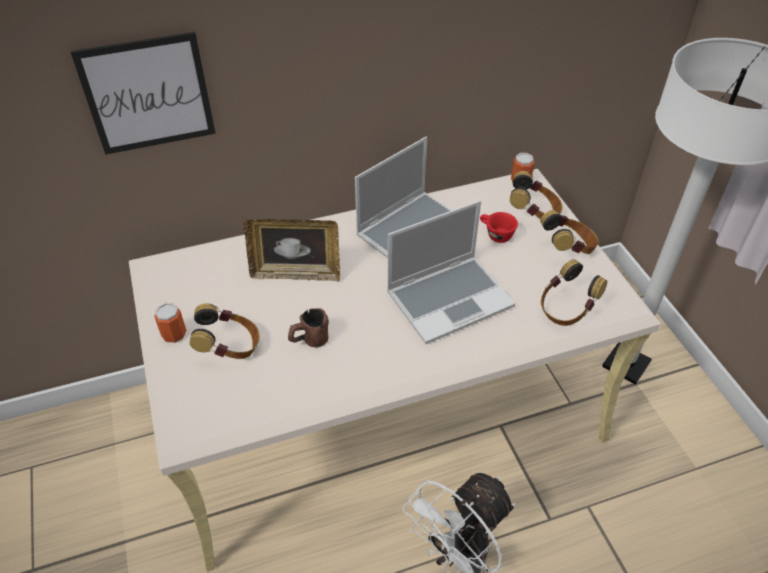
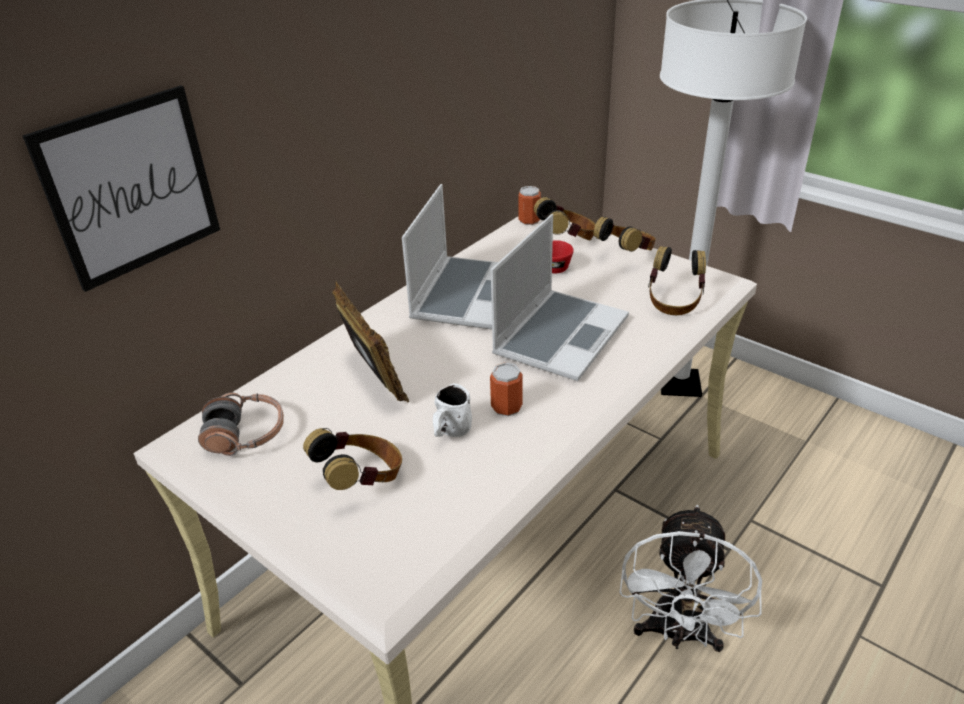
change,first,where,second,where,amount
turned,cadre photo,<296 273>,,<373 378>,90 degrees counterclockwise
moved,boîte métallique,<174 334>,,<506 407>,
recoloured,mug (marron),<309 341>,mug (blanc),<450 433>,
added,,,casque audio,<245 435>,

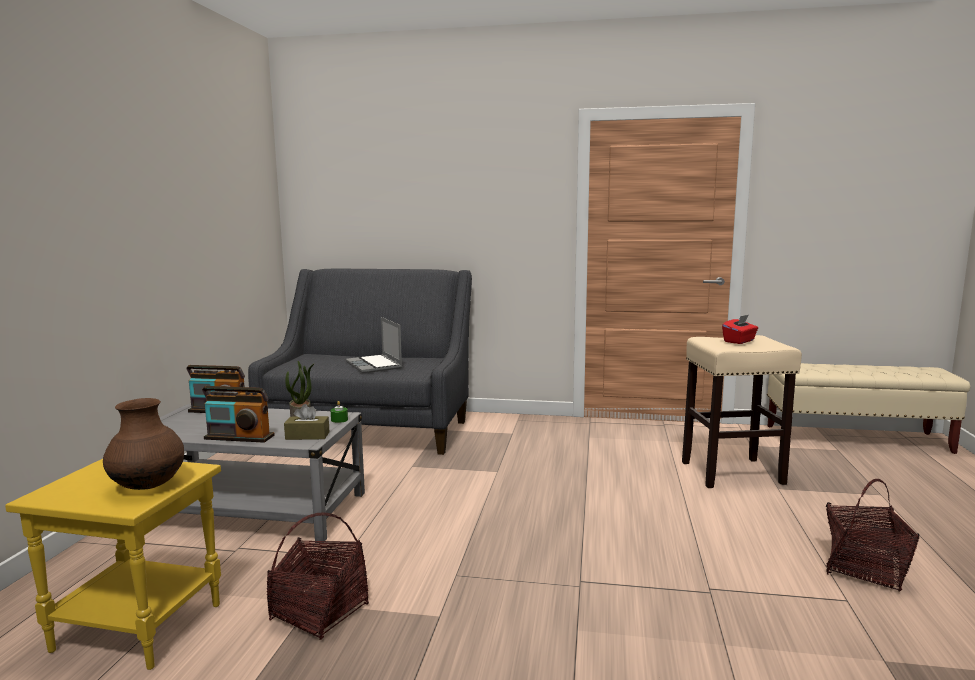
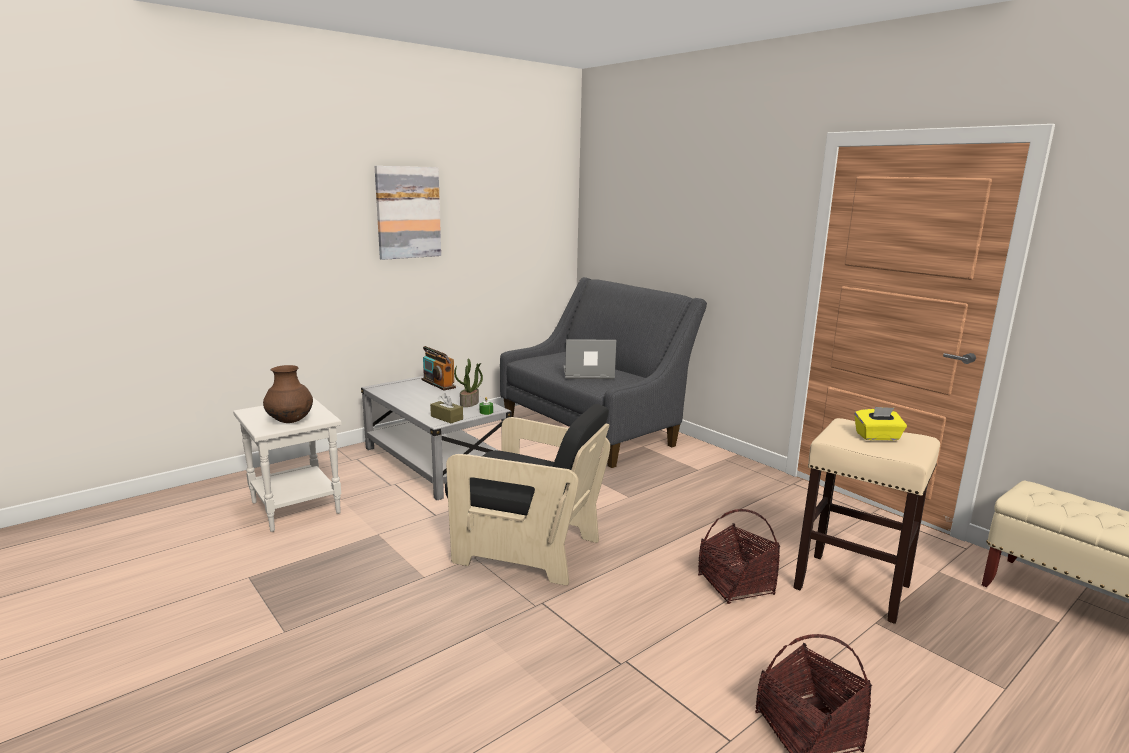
change,first,where,second,where,amount
recoloured,boîte à mouchoirs (rouge),<739 341>,boîte à mouchoirs (jaune),<877 437>,
turned,ordinateur portable,<375 365>,,<587 374>,75 degrees clockwise
removed,radio,<239 437>,,,
recoloured,table d'appoint (jaune),<135 628>,table d'appoint (blanc),<294 507>,
moved,panier,<320 612>,,<736 585>,
added,,,tableau,<408 212>,
added,,,fauteuil (noir),<527 549>,

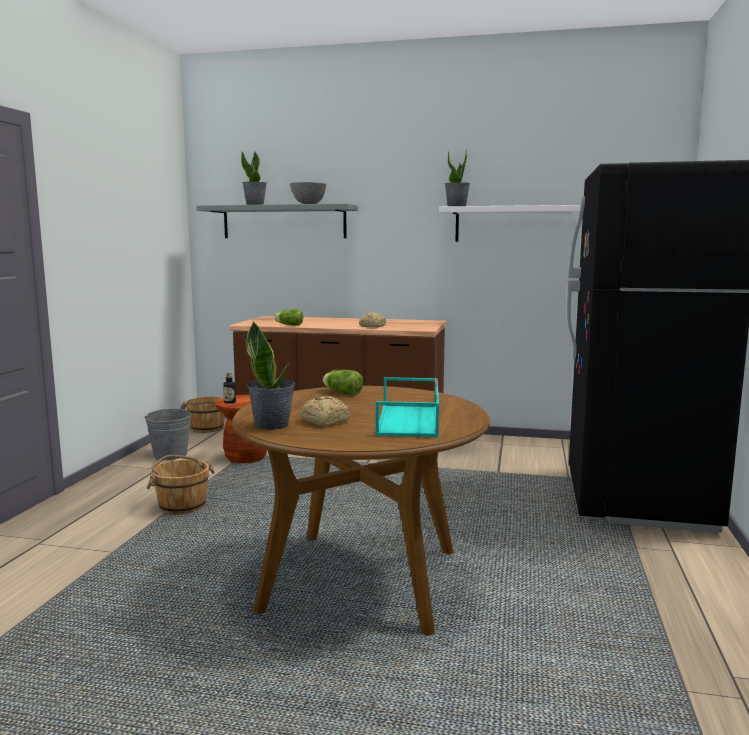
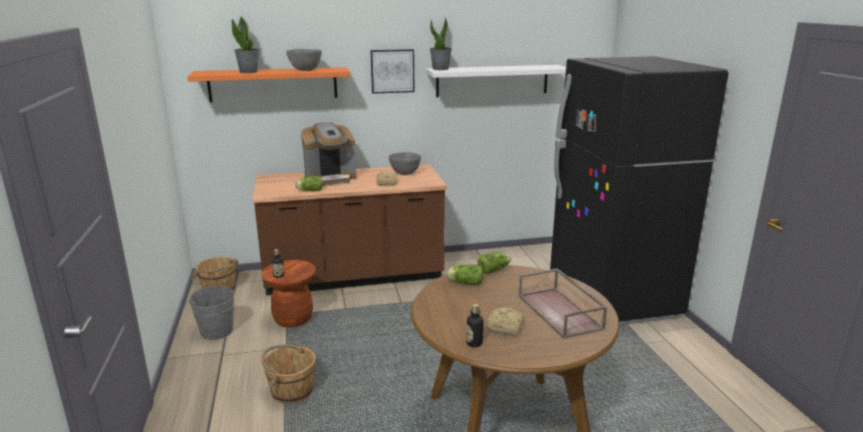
change,first,where,second,where,amount
recoloured,étagère (gris),<284 222>,étagère (orange),<273 84>,
replaced,plante en pot,<272 425>,bouteille,<474 343>,
recoloured,plateau (turquoise),<410 420>,plateau (marron),<560 312>,
added,,,tableau,<392 71>,
added,,,machine à café,<330 178>,
added,,,bol (gris),<405 173>,
added,,,laitue,<494 270>,

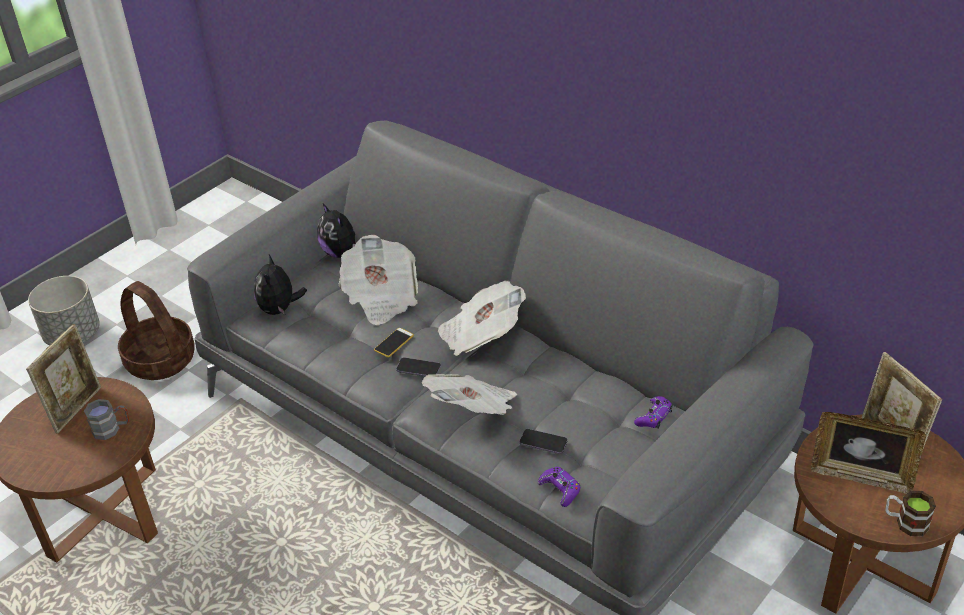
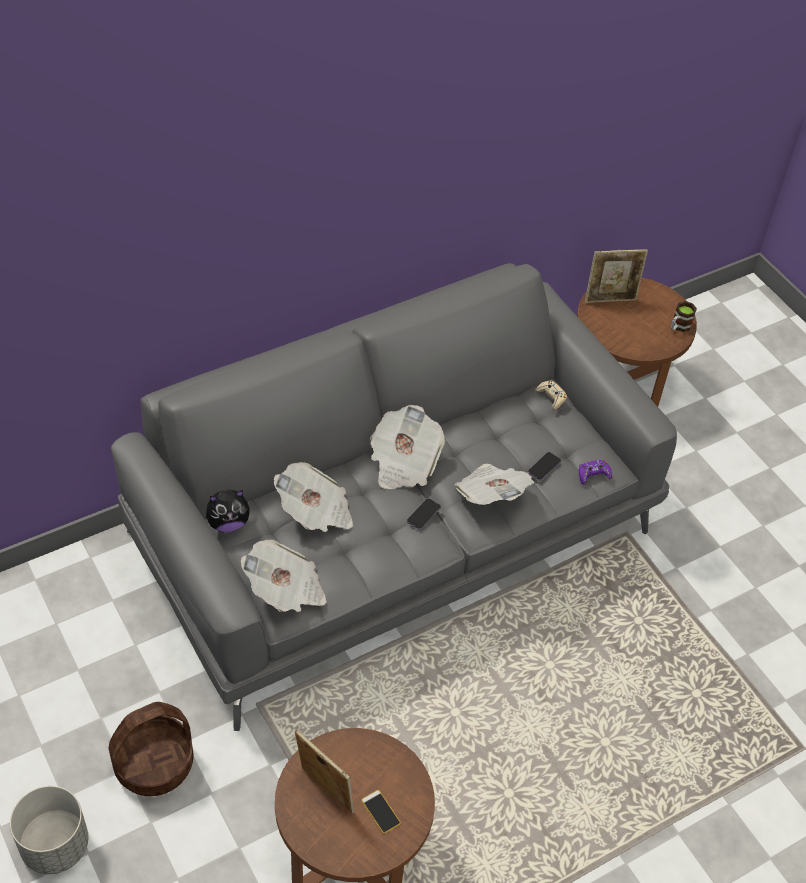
change,first,where,second,where,amount
replaced,peluche,<280 309>,journal,<286 590>,
moved,téléphone,<394 343>,,<380 812>,
recoloured,manette (violet),<653 417>,manette (beige),<551 397>,
removed,mug (gris),<112 429>,,,
removed,cadre photo,<861 476>,,,

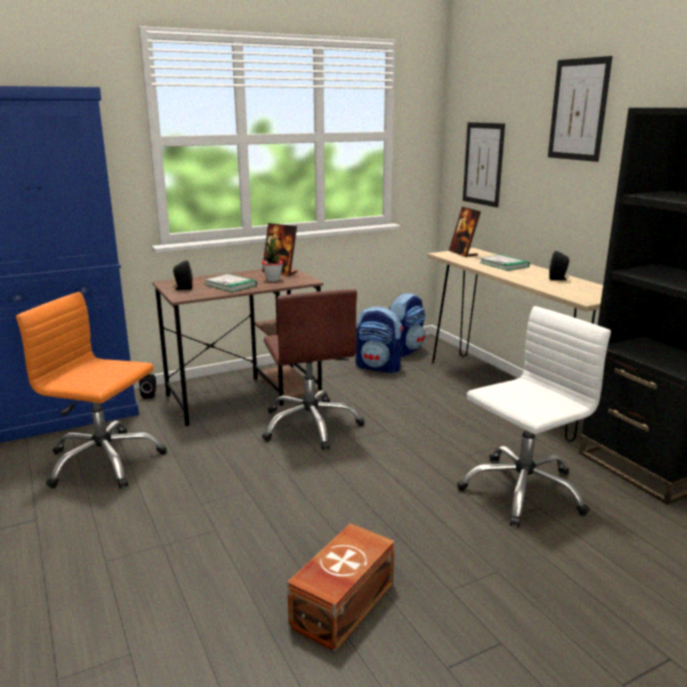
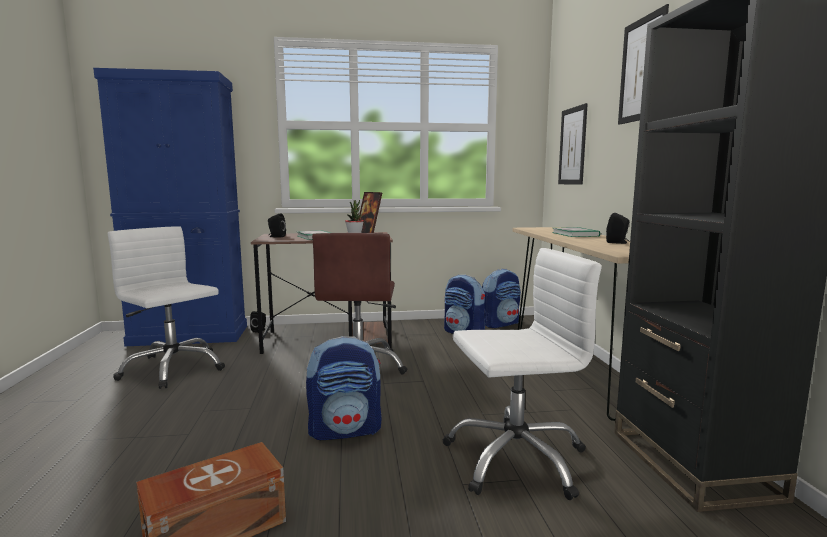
change,first,where,second,where,amount
removed,cadre photo,<463 253>,,,
recoloured,chaise de bureau (orange),<104 462>,chaise de bureau (blanc),<172 369>,
added,,,sac à dos,<346 430>,

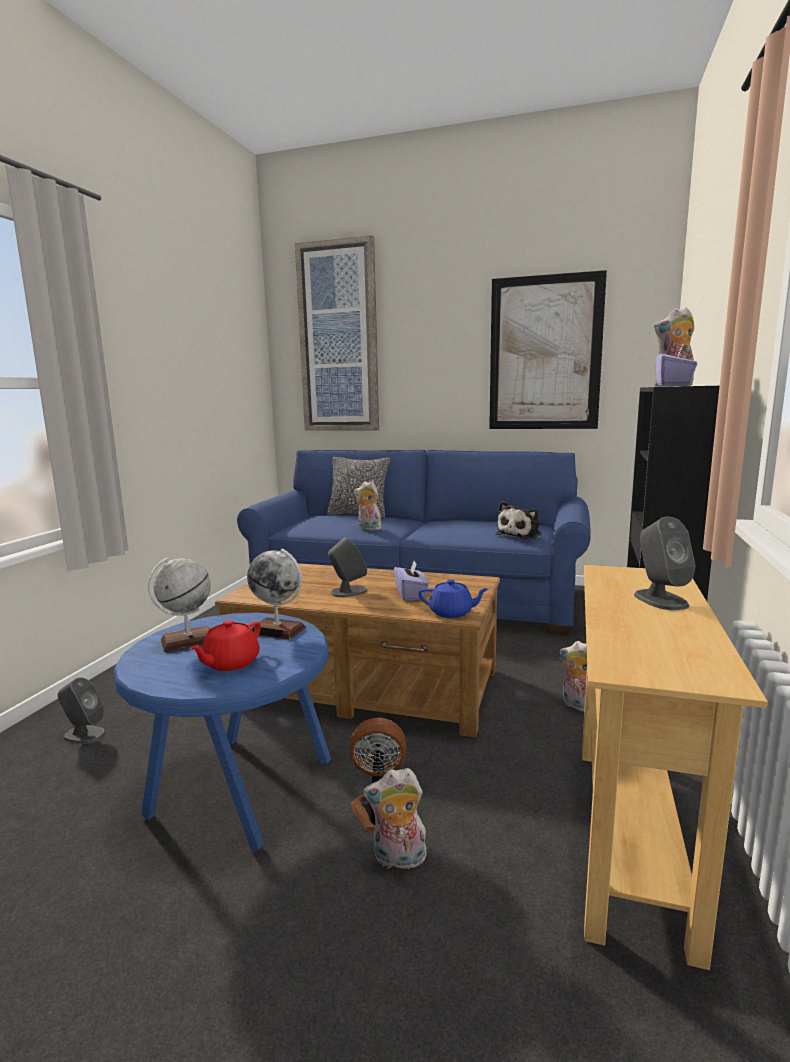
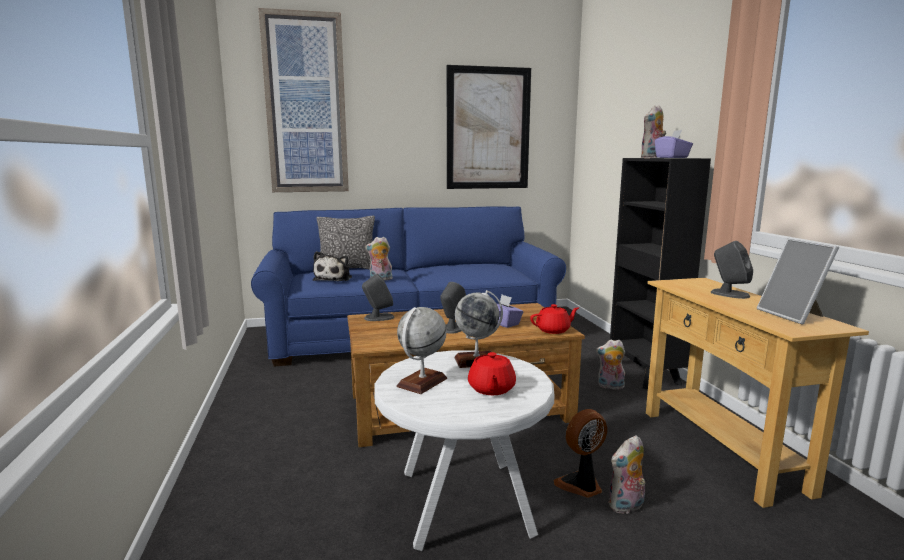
change,first,where,second,where,amount
moved,peluche,<521 535>,,<334 278>,
recoloured,théière (bleu),<452 613>,théière (rouge),<553 330>,
recoloured,table d'appoint (bleu),<238 790>,table d'appoint (blanc),<463 505>,
moved,enceinte (gris),<84 735>,,<378 317>,
added,,,cadre photo,<793 315>,

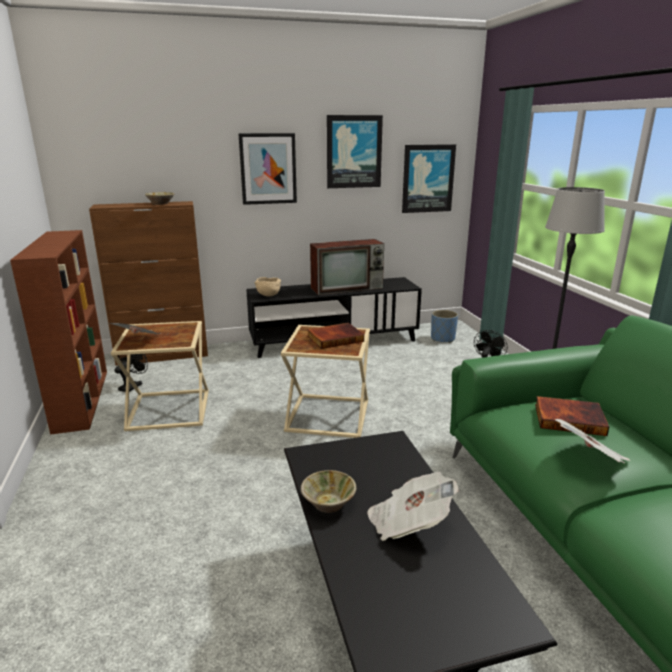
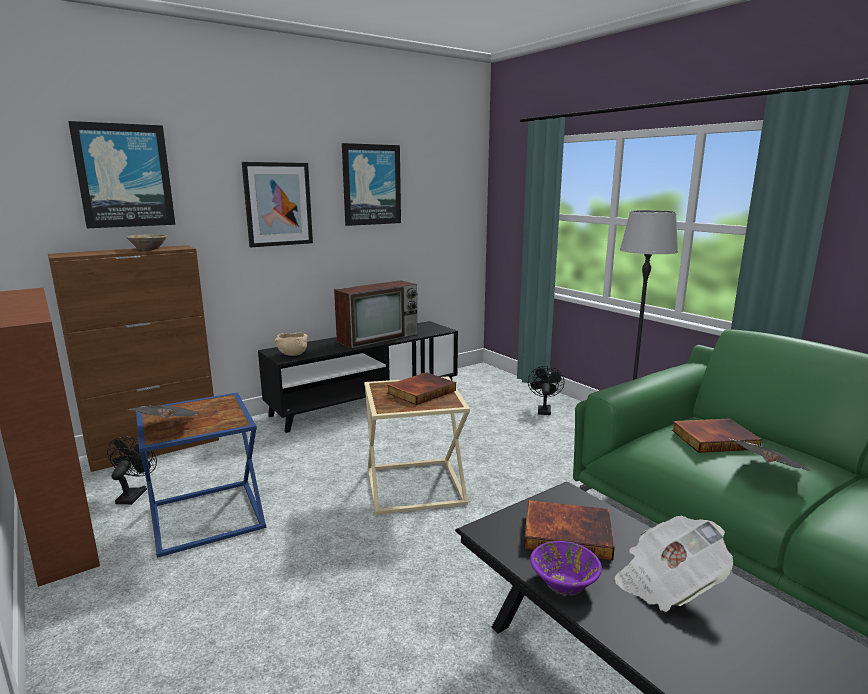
change,first,where,second,where,amount
moved,tableau,<427 178>,,<124 176>,
removed,cache-pot (bleu),<443 339>,,,
recoloured,table d'appoint (beige),<167 411>,table d'appoint (bleu),<205 518>,
recoloured,bol (beige),<328 502>,bol (violet),<564 582>,
added,,,livre,<568 533>,

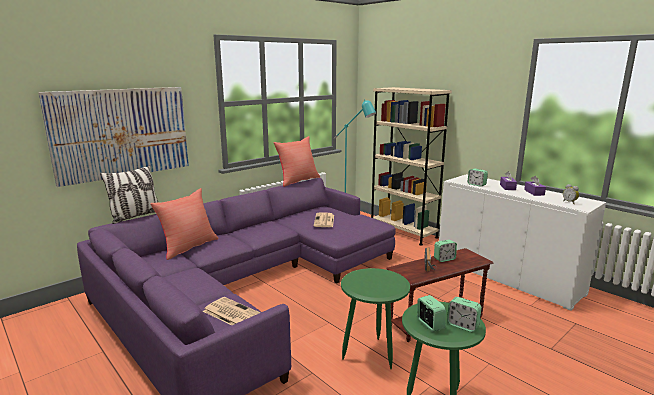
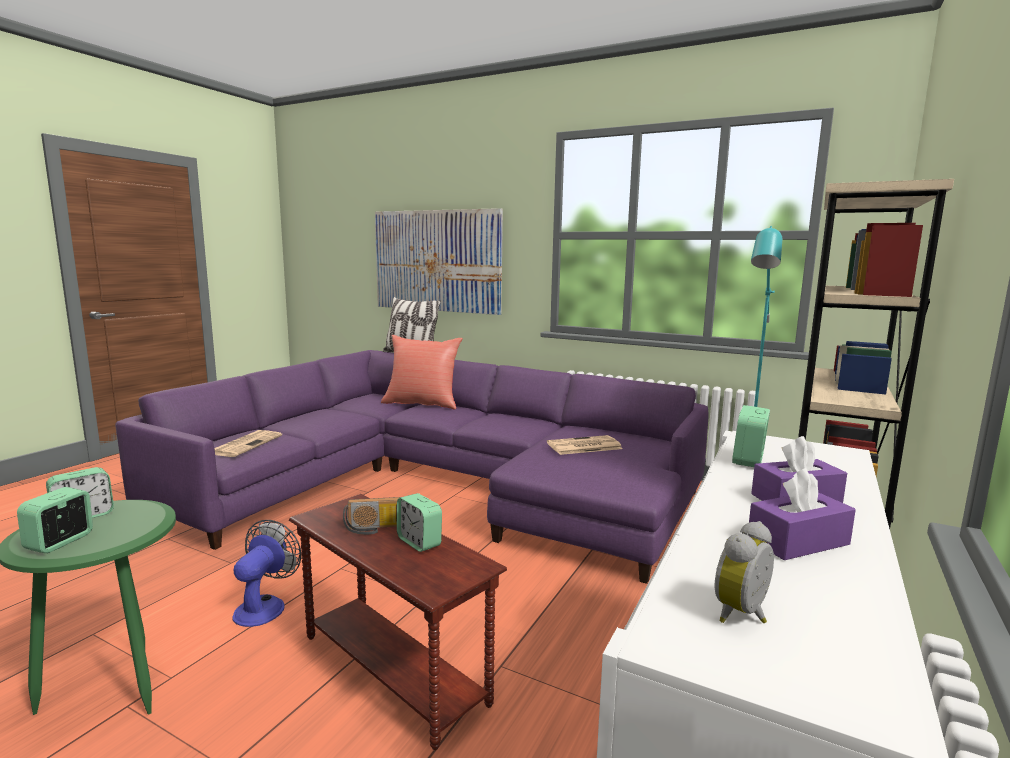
change,first,where,second,where,amount
removed,coussin (rouge),<297 180>,,,
replaced,table d'appoint (vert),<372 357>,ventilateur,<265 606>,

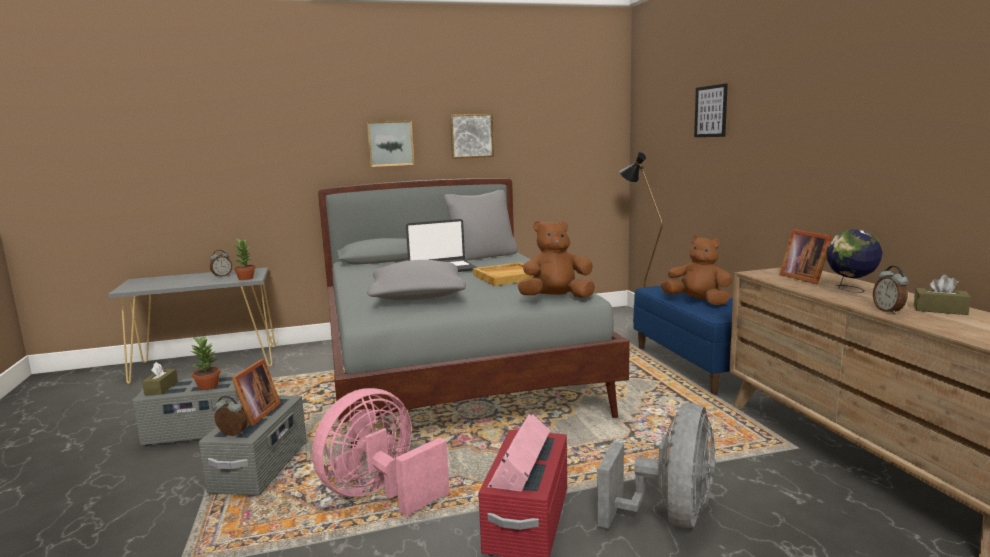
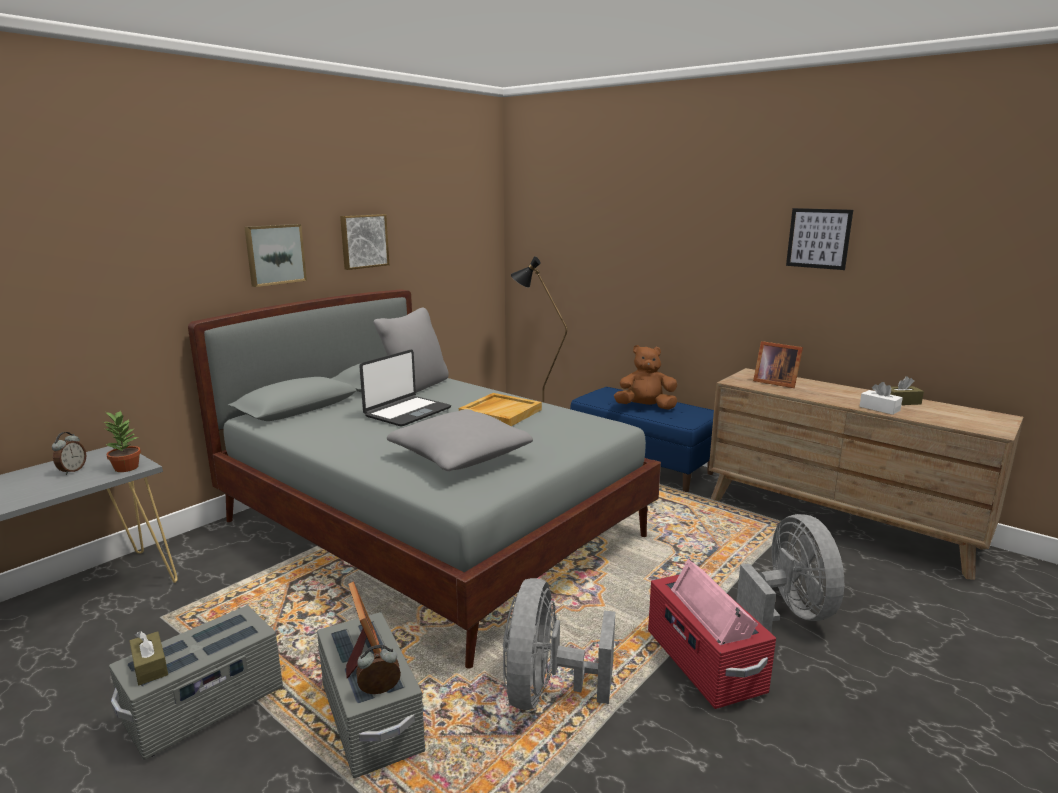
change,first,where,second,where,amount
moved,tableau,<711 111>,,<818 238>,
removed,peluche (marron),<556 299>,,,
removed,globe,<850 290>,,,
replaced,réveil,<889 311>,boîte à mouchoirs (blanc),<879 408>,
removed,plante en pot,<208 386>,,,
recoloured,ventilateur (rose),<380 494>,ventilateur (gris),<547 691>,

